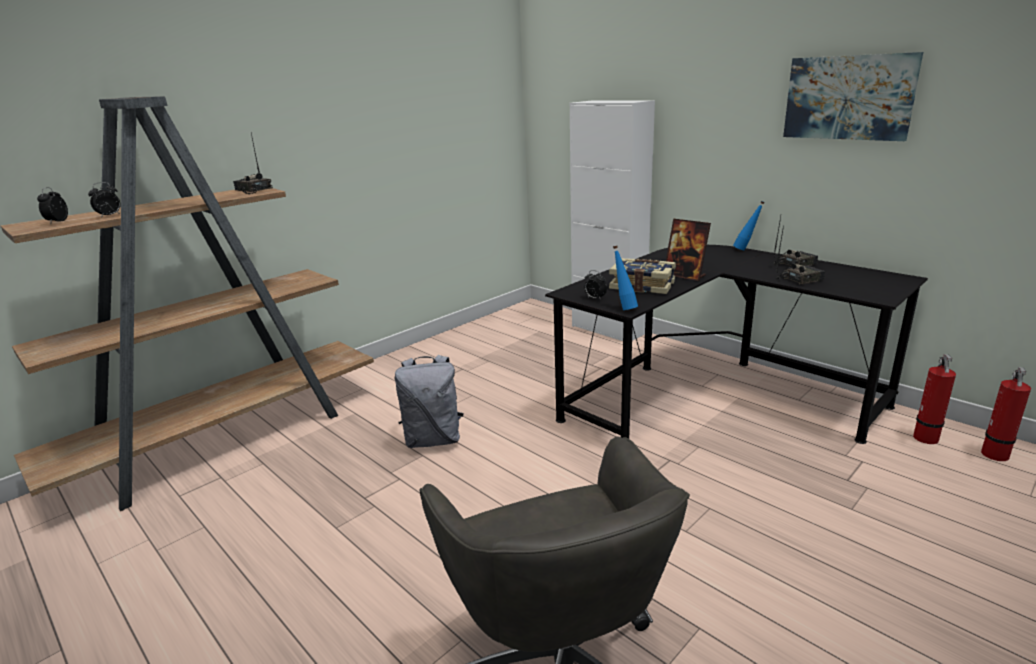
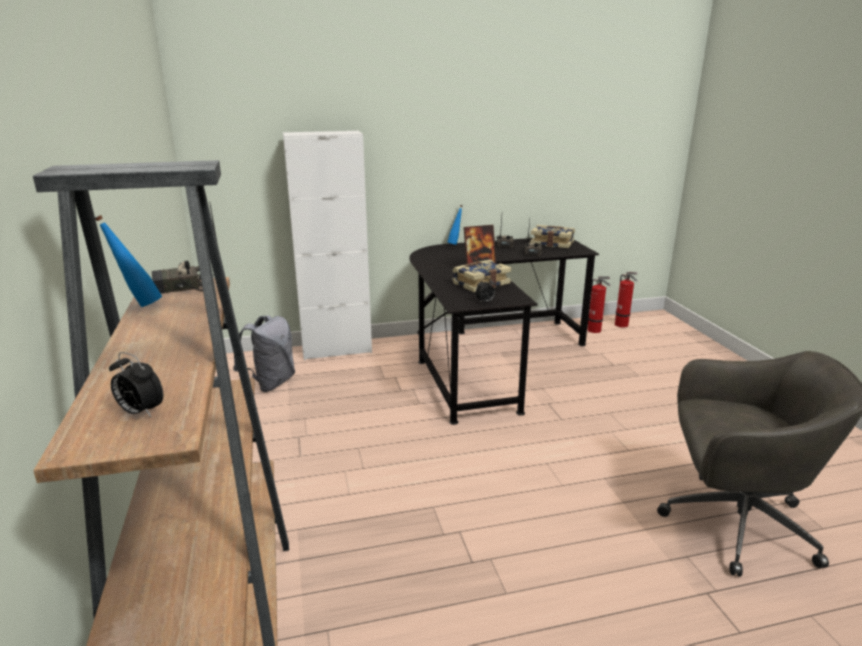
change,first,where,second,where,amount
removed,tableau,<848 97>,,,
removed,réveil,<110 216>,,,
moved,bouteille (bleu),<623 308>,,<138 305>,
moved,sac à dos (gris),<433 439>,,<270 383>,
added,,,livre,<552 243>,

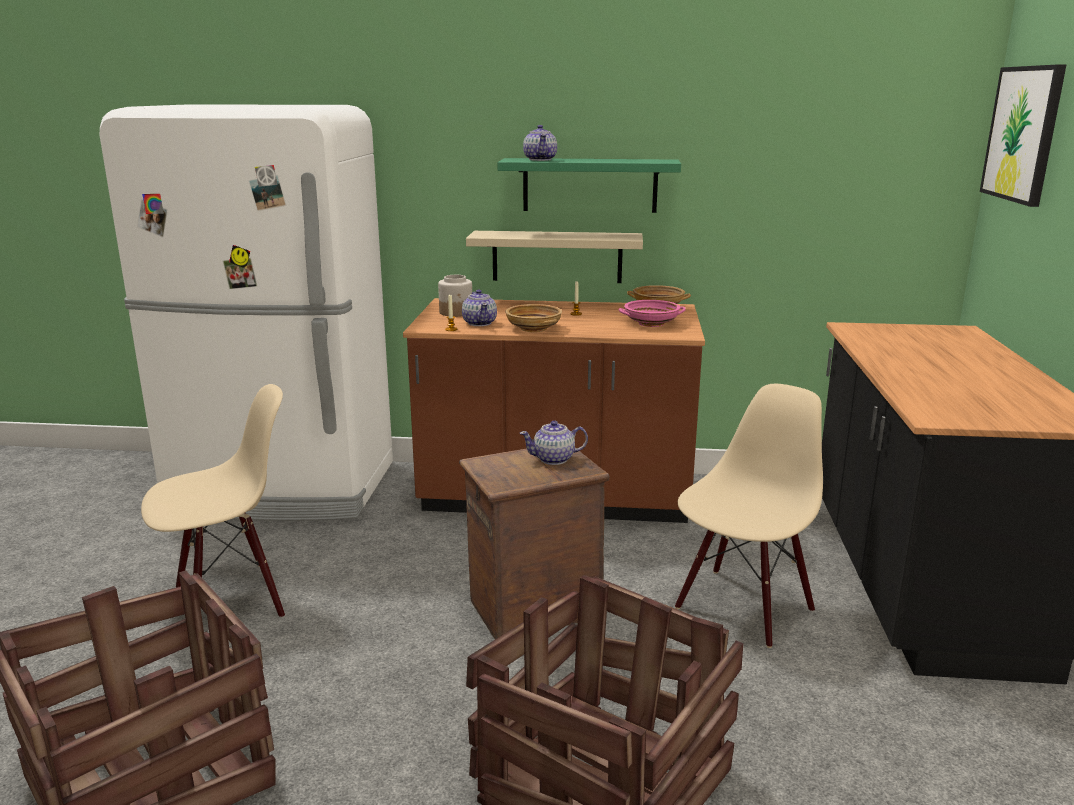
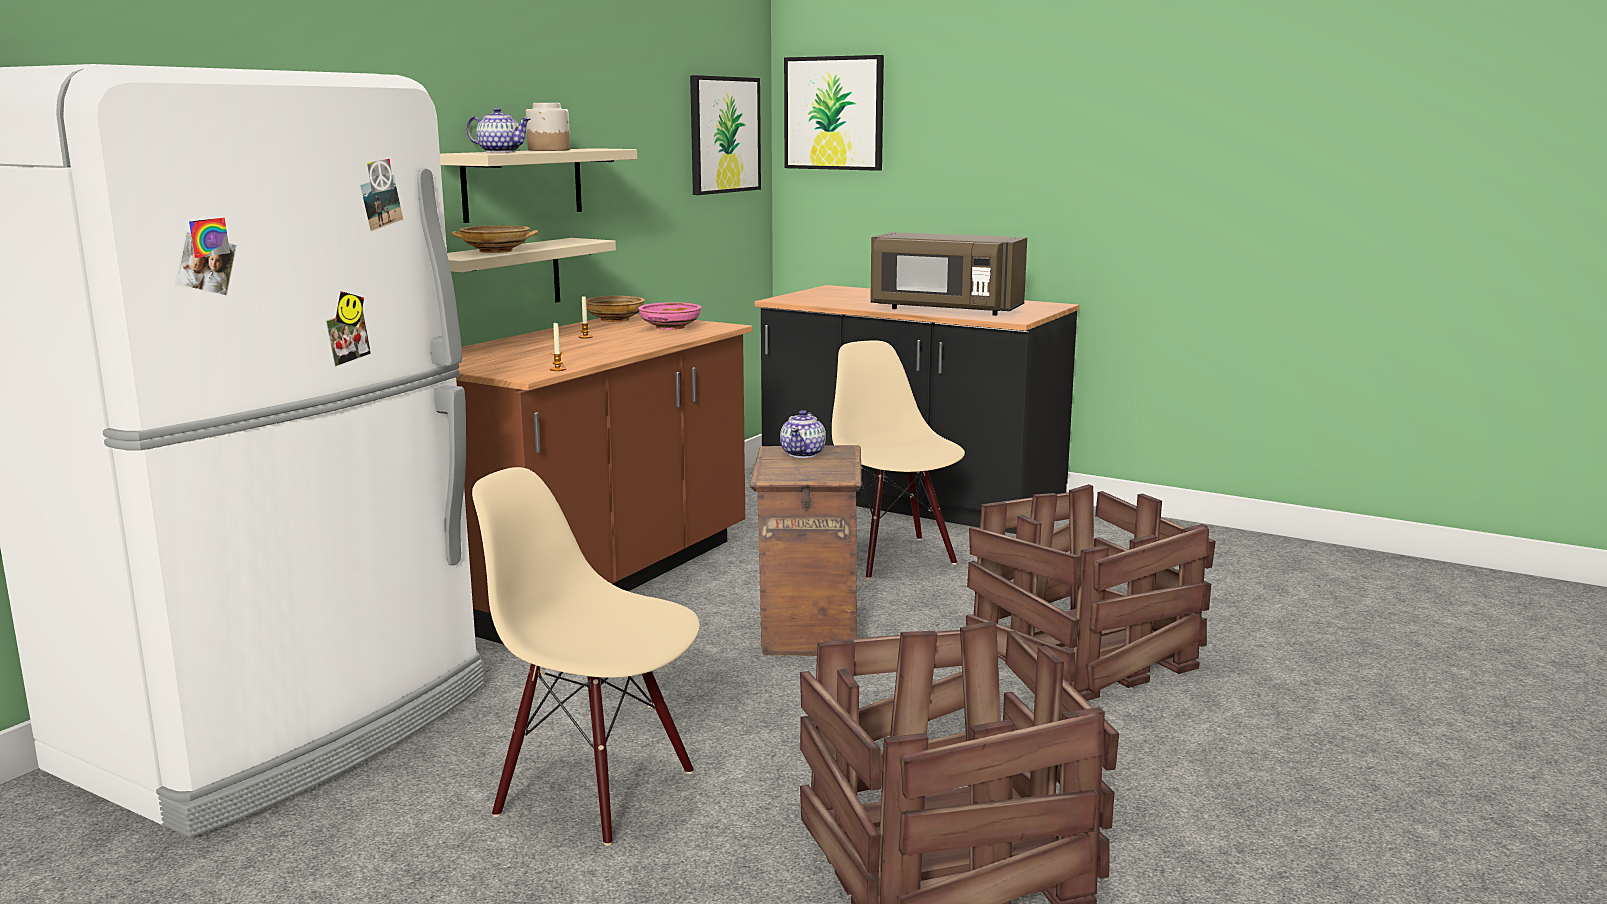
change,first,where,second,where,amount
recoloured,étagère (vert),<590 185>,étagère (beige),<523 184>,
moved,bocal,<456 312>,,<549 150>,
removed,théière,<480 323>,,,
moved,bol (beige),<534 328>,,<496 251>,
turned,chaise (beige),<230 600>,,<597 791>,60 degrees counterclockwise
added,,,tableau,<724 135>,
added,,,micro-ondes (marron),<944 310>,

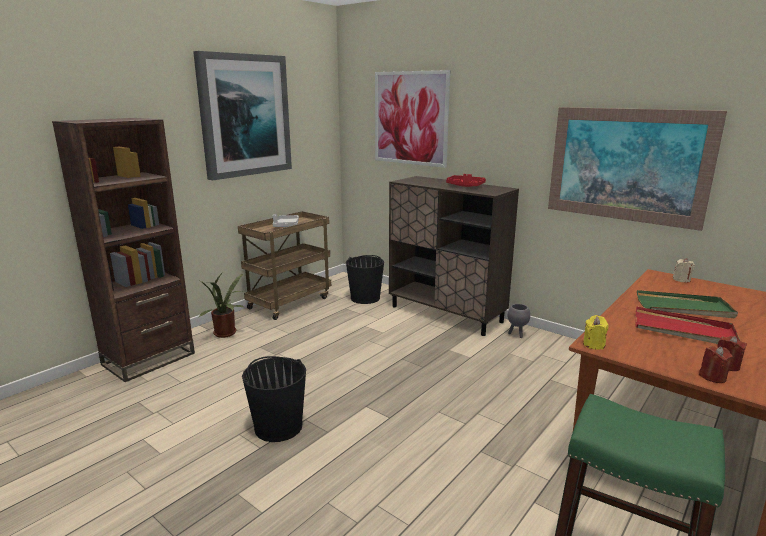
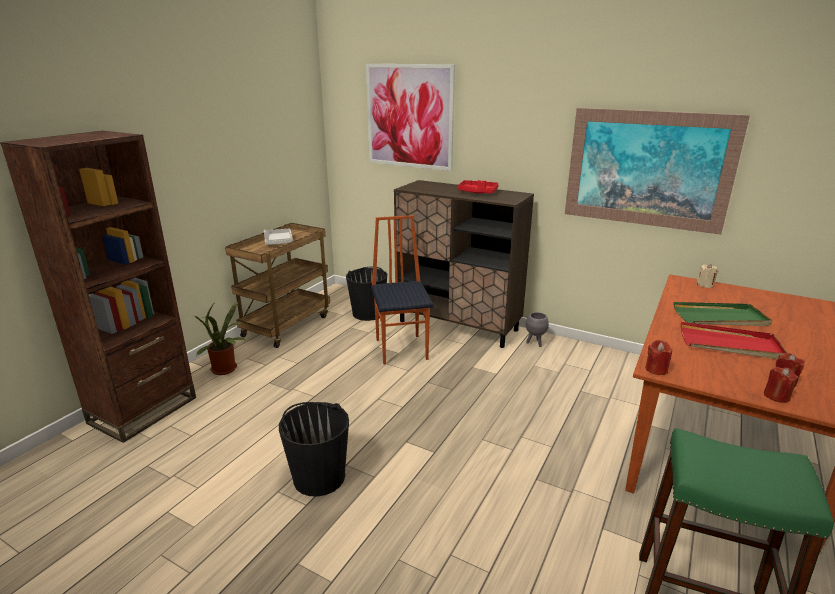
change,first,where,second,where,amount
removed,tableau,<244 115>,,,
recoloured,bougie (jaune),<593 345>,bougie (rouge),<656 369>,
added,,,chaise,<402 349>,

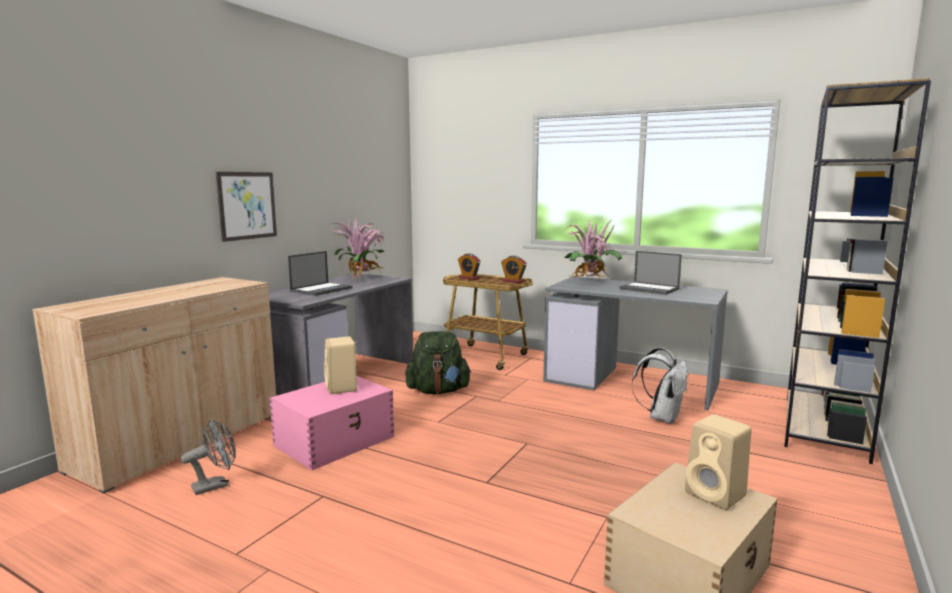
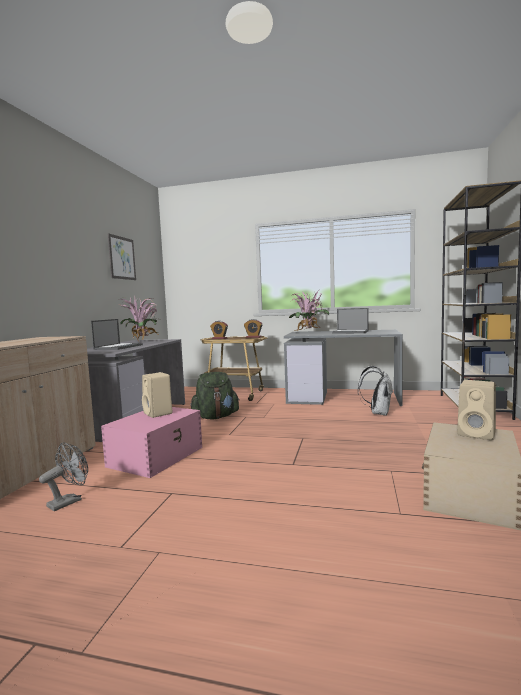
change,first,where,second,where,amount
moved,tableau,<247 205>,,<122 258>,

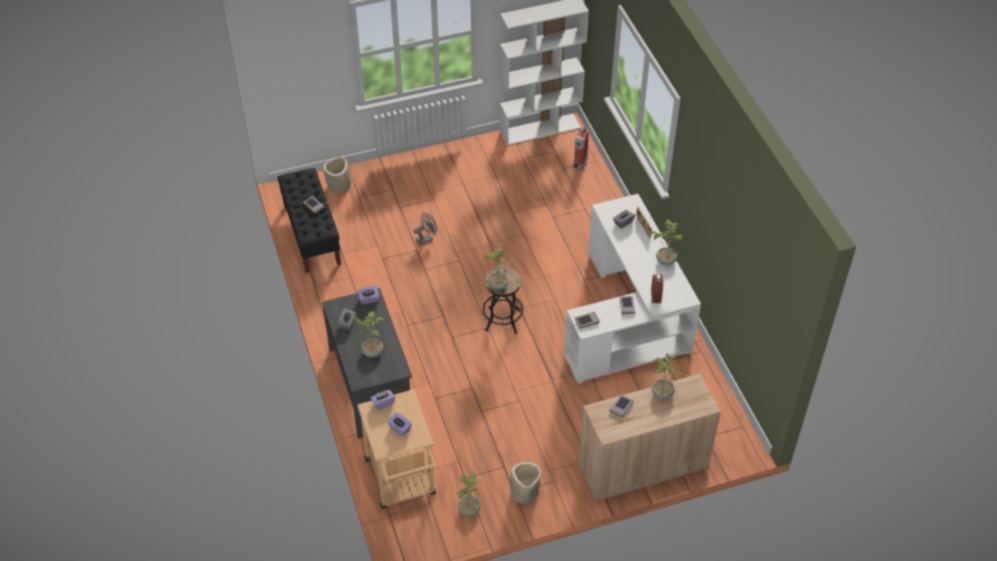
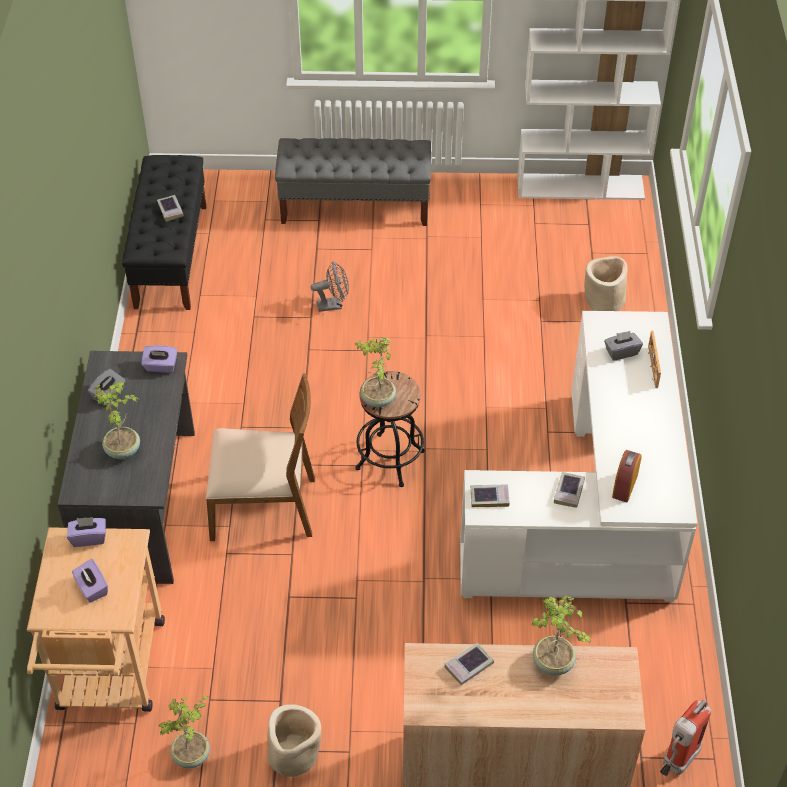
change,first,where,second,where,amount
moved,extincteur,<579 166>,,<676 763>,
moved,cache-pot (beige),<339 185>,,<604 301>,
removed,plante en pot,<665 260>,,,
added,,,banc (gris),<355 206>,
added,,,chaise (marron),<264 507>,

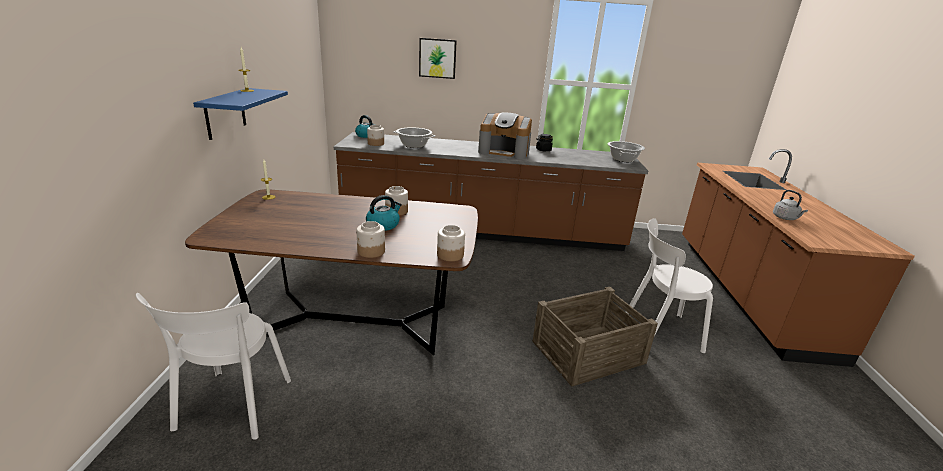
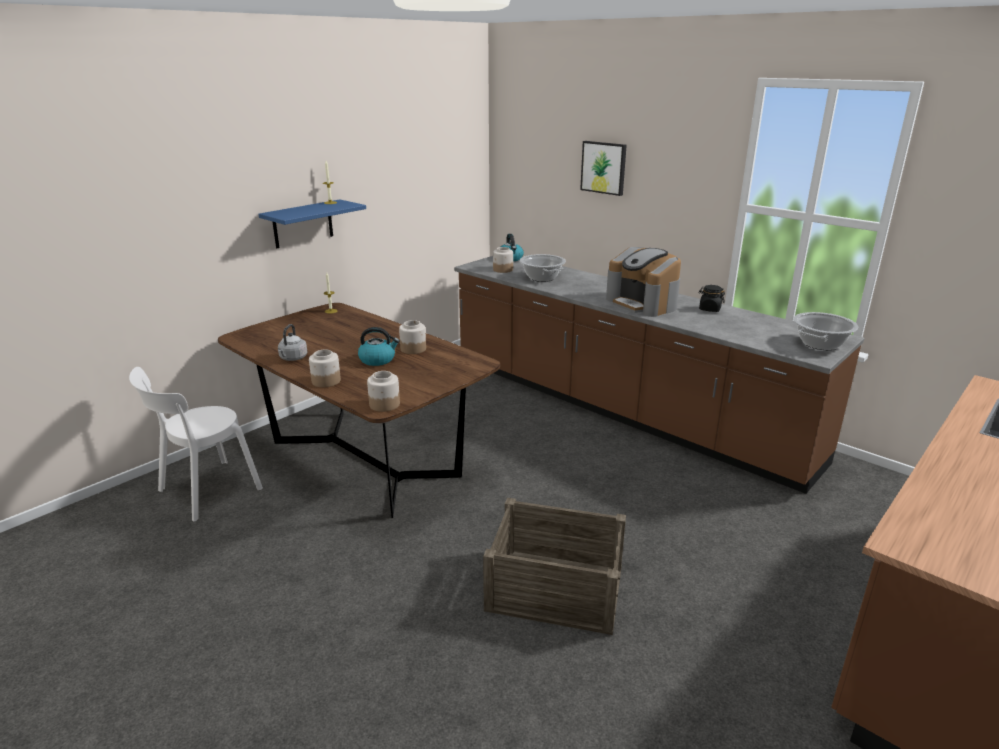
change,first,where,second,where,amount
moved,bouilloire (gris),<785 218>,,<292 358>,
removed,chaise (blanc),<658 331>,,,

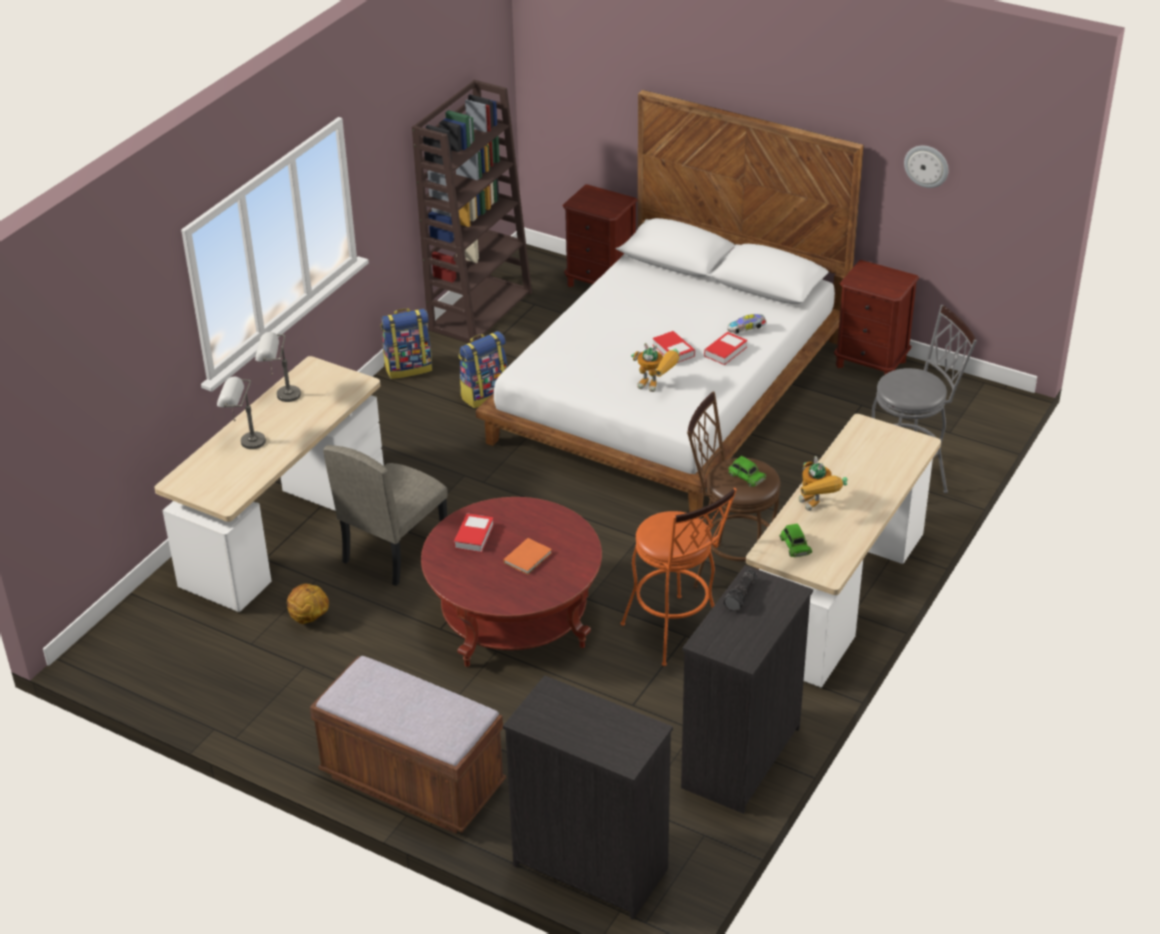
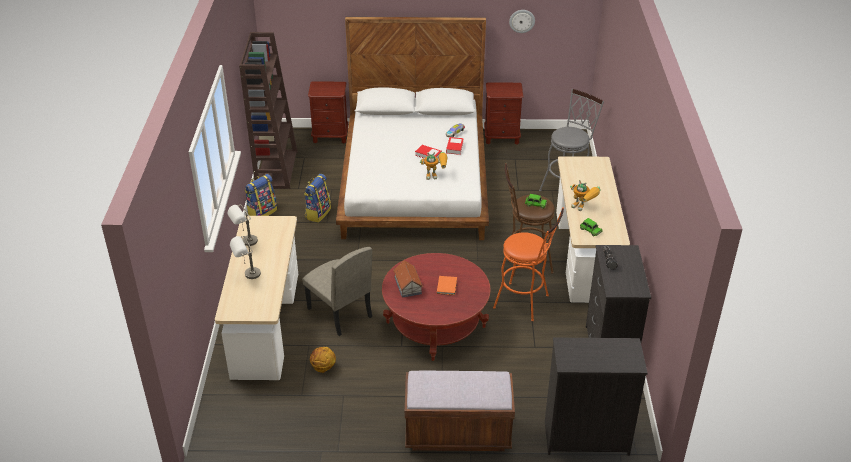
change,first,where,second,where,amount
turned,chaise (beige),<394 549>,,<339 313>,45 degrees counterclockwise
replaced,livre,<474 536>,maison miniature,<408 285>,

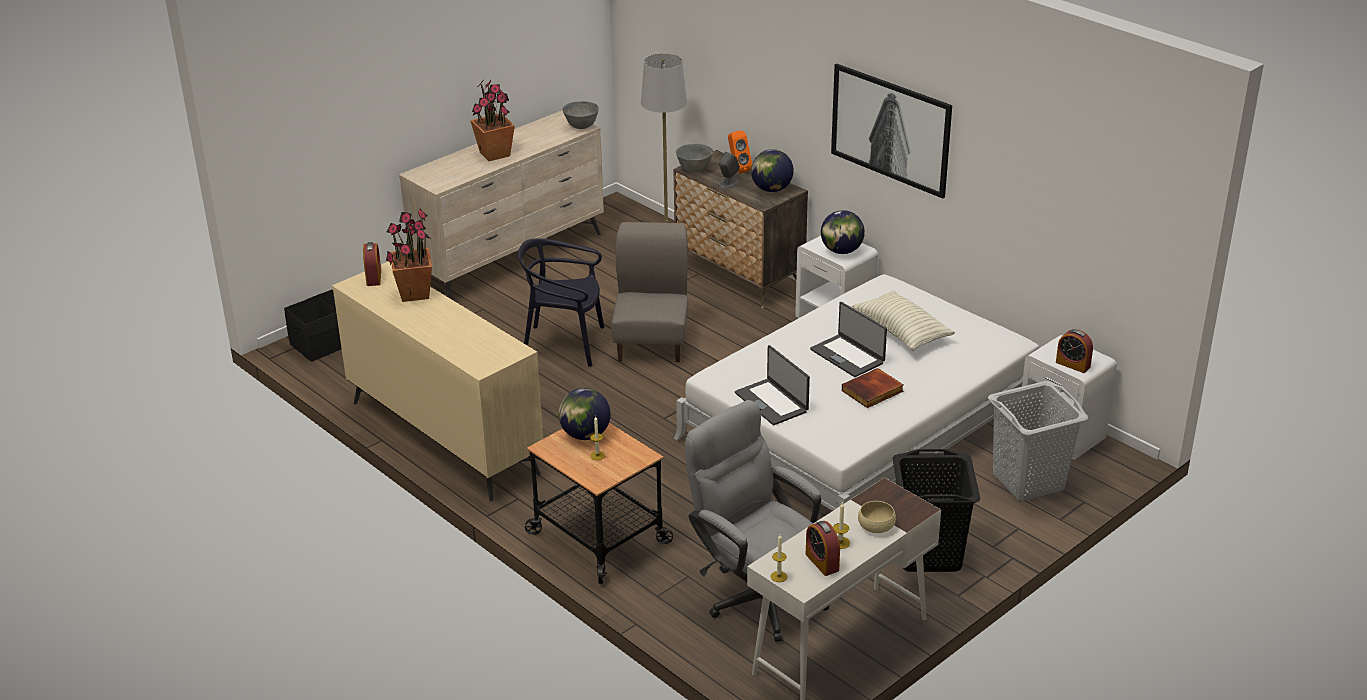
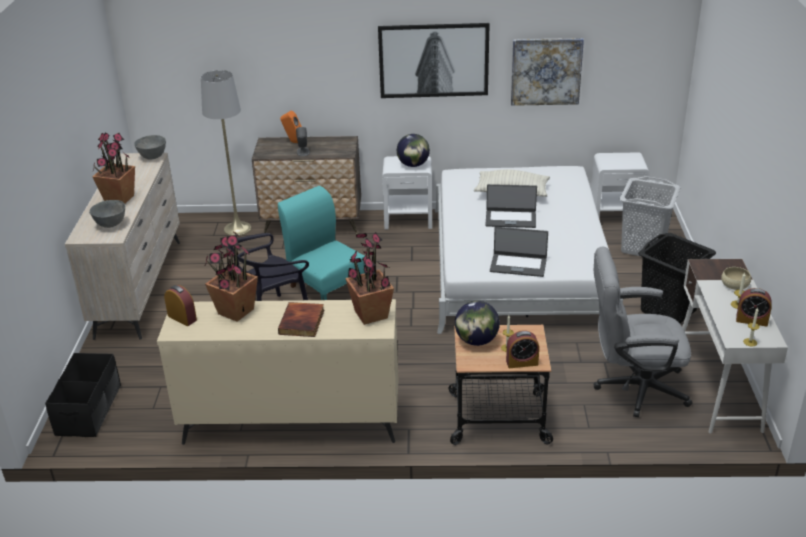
change,first,where,second,where,amount
moved,bol (gris),<694 169>,,<110 225>,
removed,globe,<771 189>,,,
recoloured,chaise (gris),<652 342>,chaise (turquoise),<326 287>,
moved,réveil,<1073 365>,,<522 362>,
moved,livre,<872 391>,,<302 322>,
added,,,tableau,<546 71>,
added,,,plante en pot,<370 315>,

